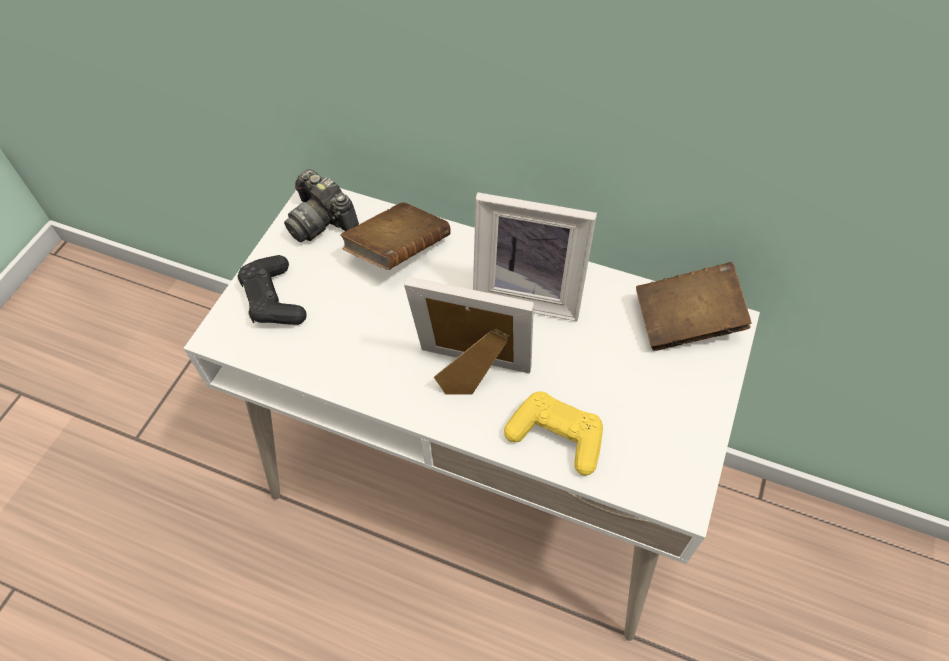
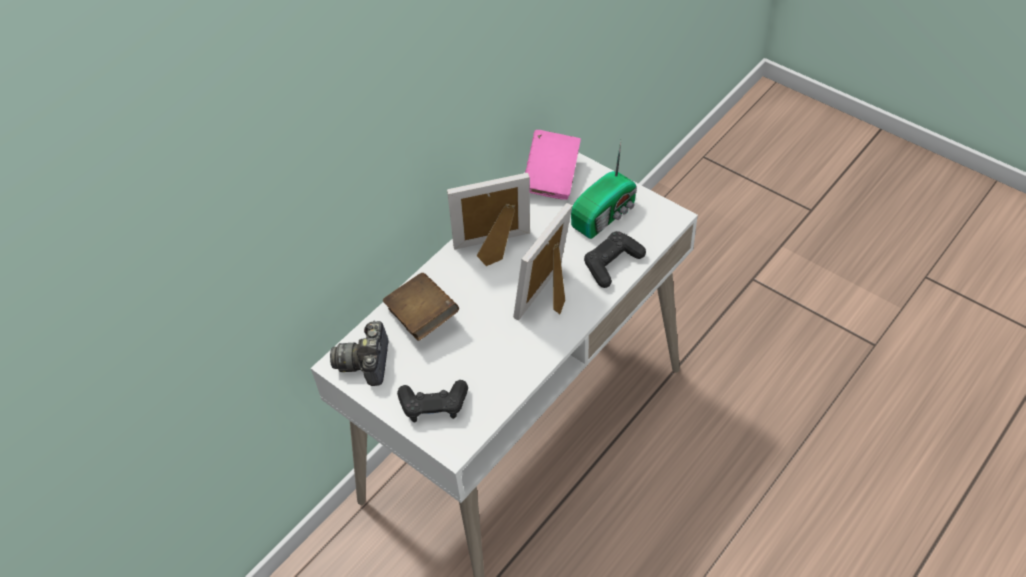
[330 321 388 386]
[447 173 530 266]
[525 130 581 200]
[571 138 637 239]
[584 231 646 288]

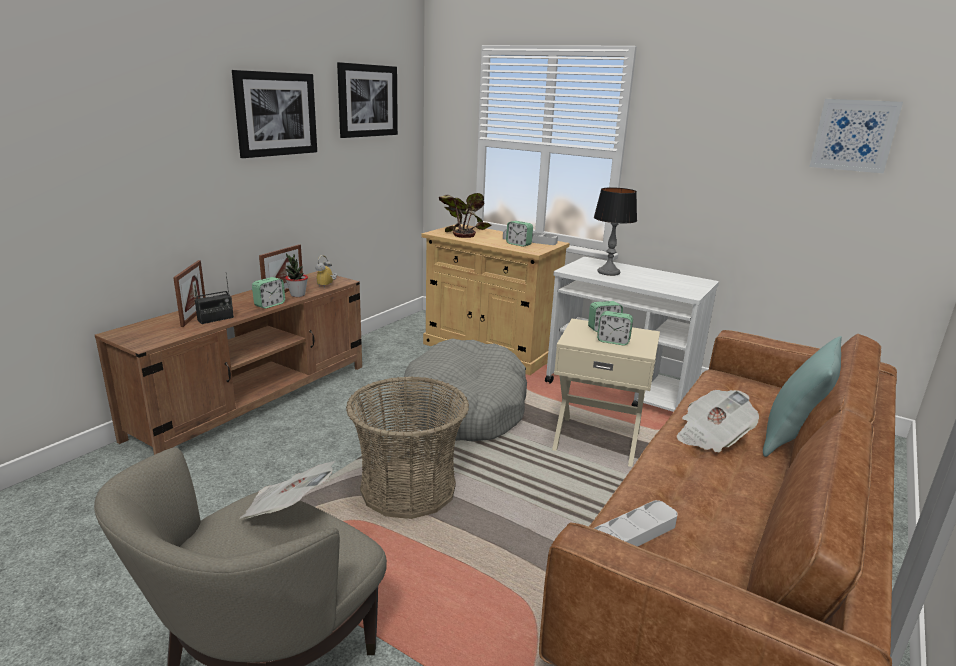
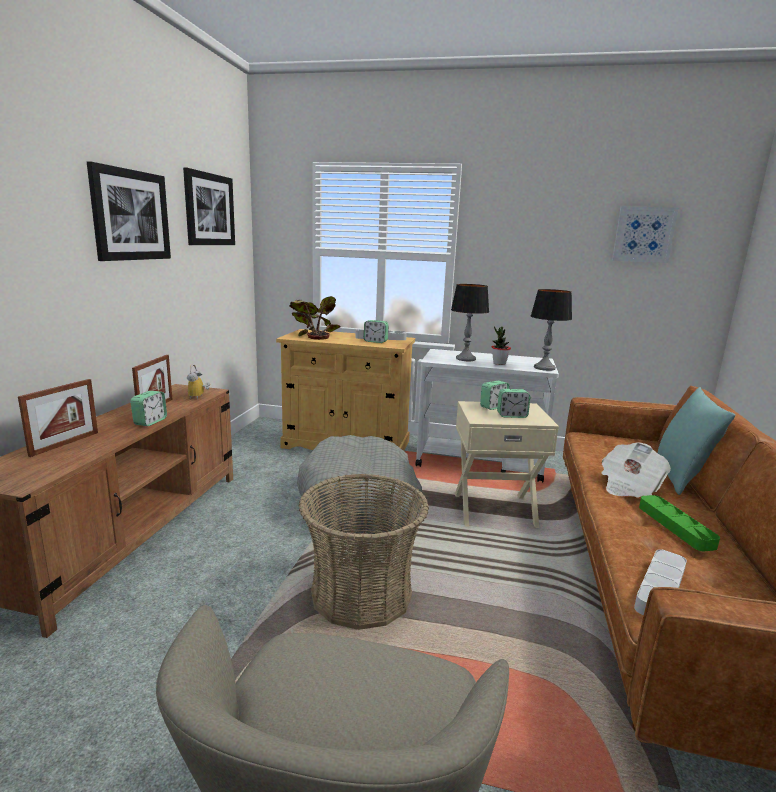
[18 379 98 457]
[492 326 511 365]
[531 289 572 371]
[639 495 720 551]
[195 275 234 324] (first image)
[239 461 335 519] (first image)

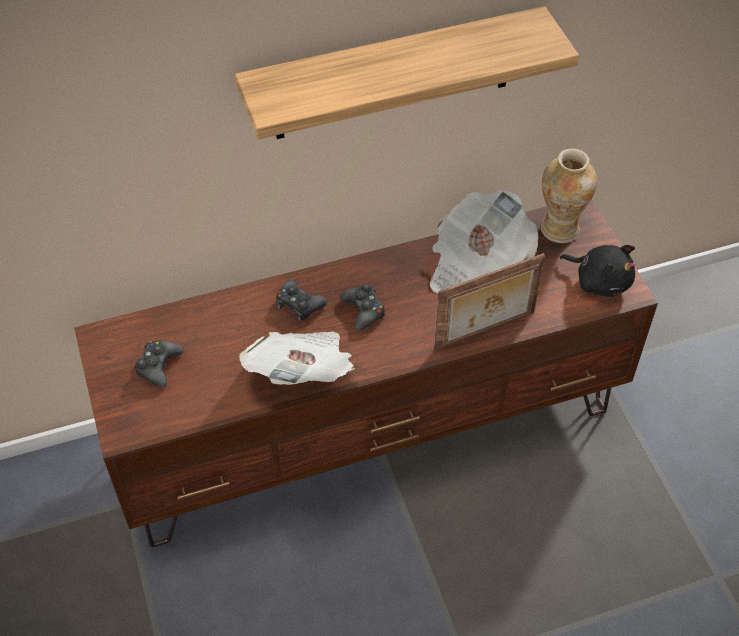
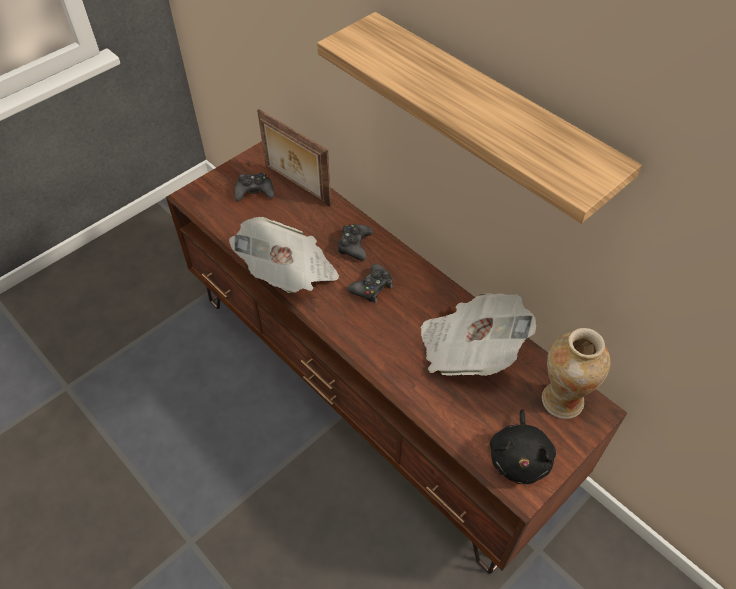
[257 109 331 207]

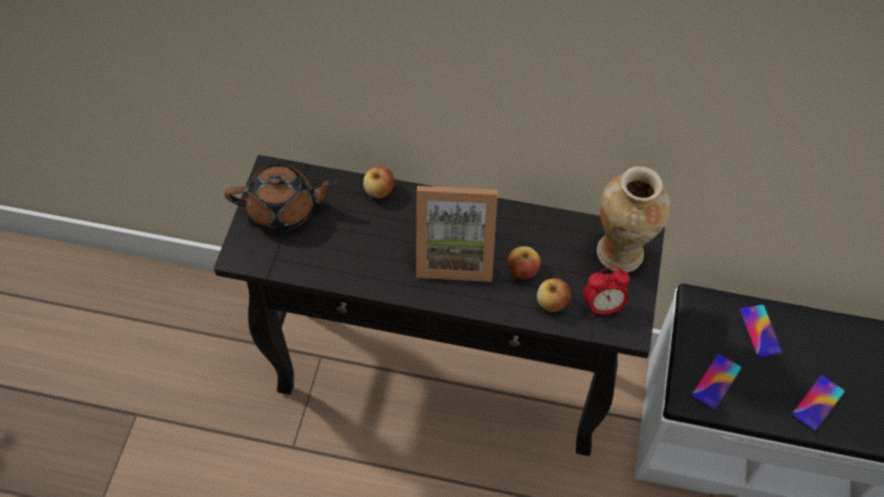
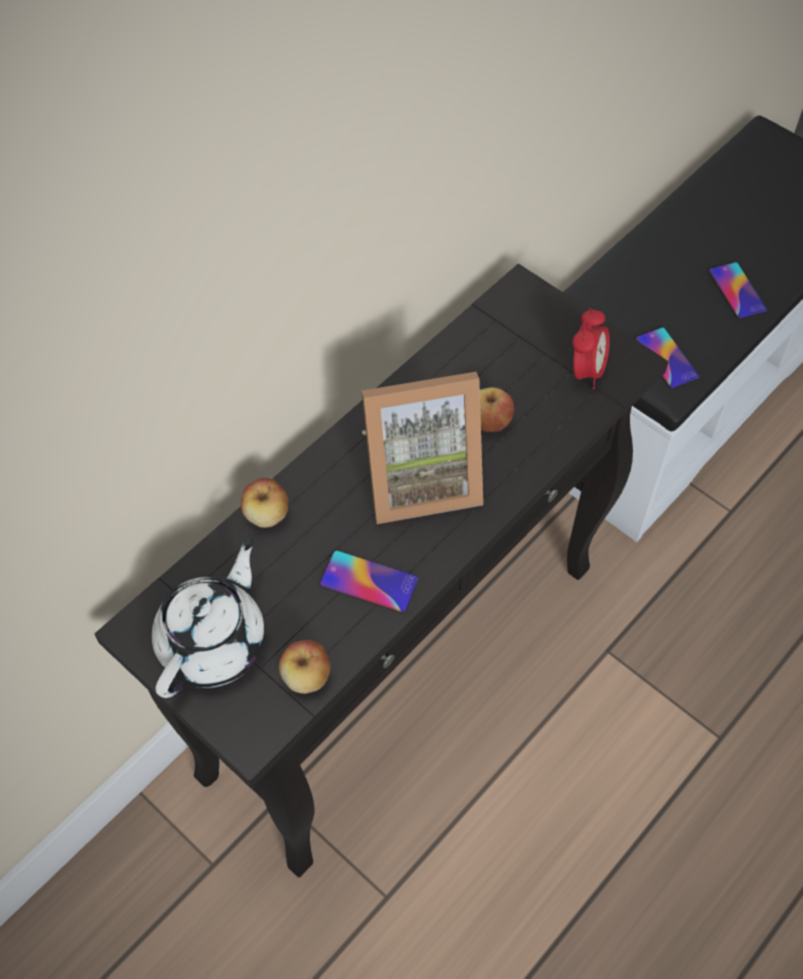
[152 537 265 698]
[279 640 331 694]
[319 550 419 613]
[362 372 483 524]
[597 166 671 273] (first image)

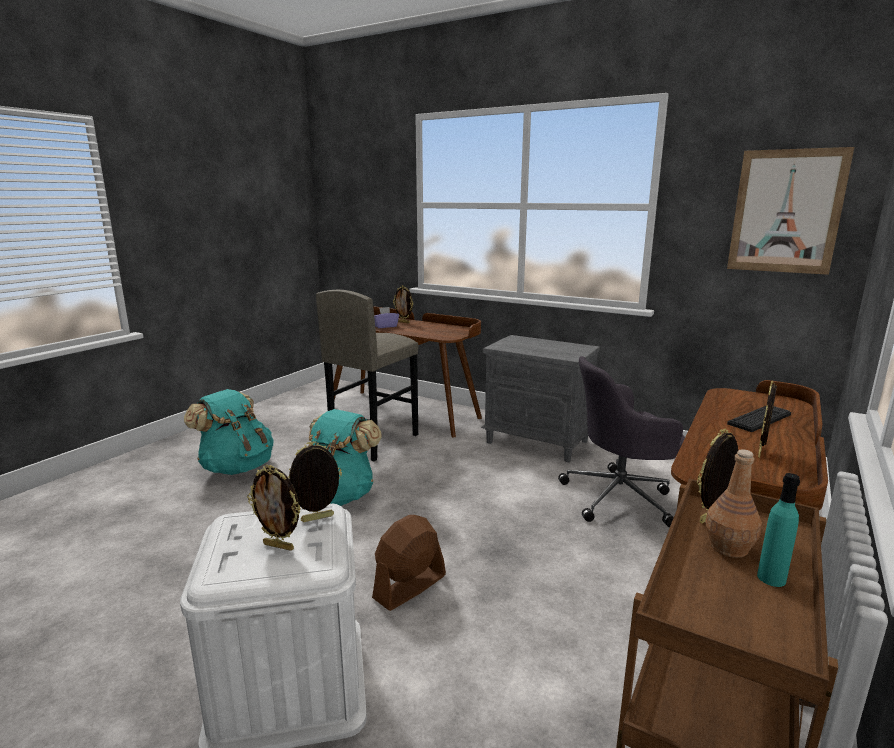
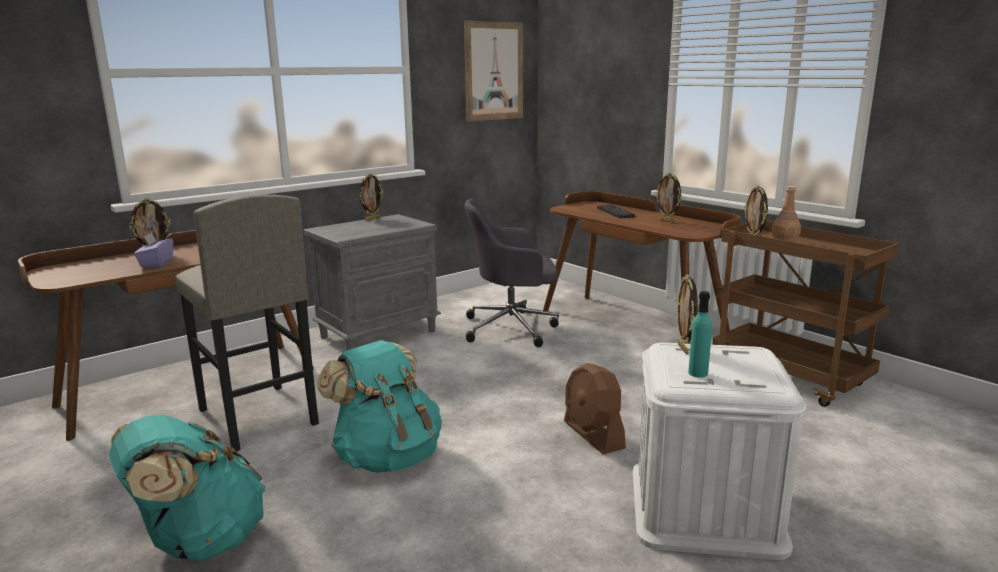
[360 173 383 221]
[464 199 559 347]
[688 291 712 378]

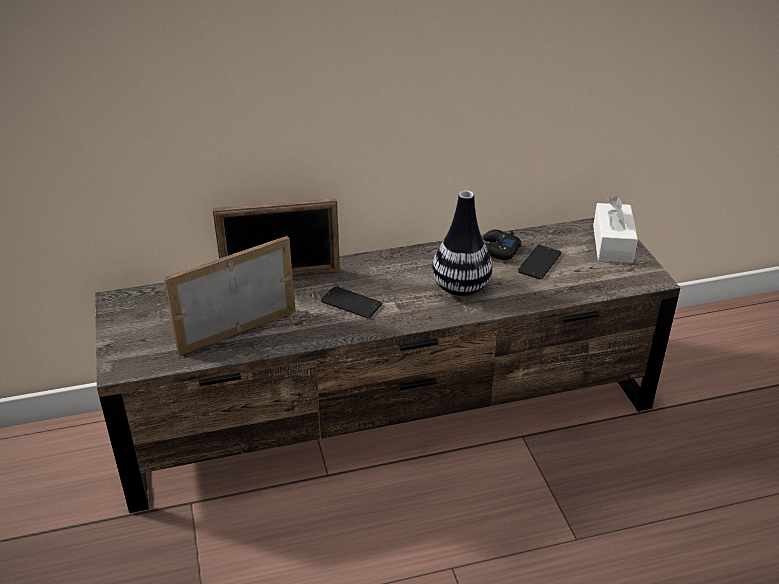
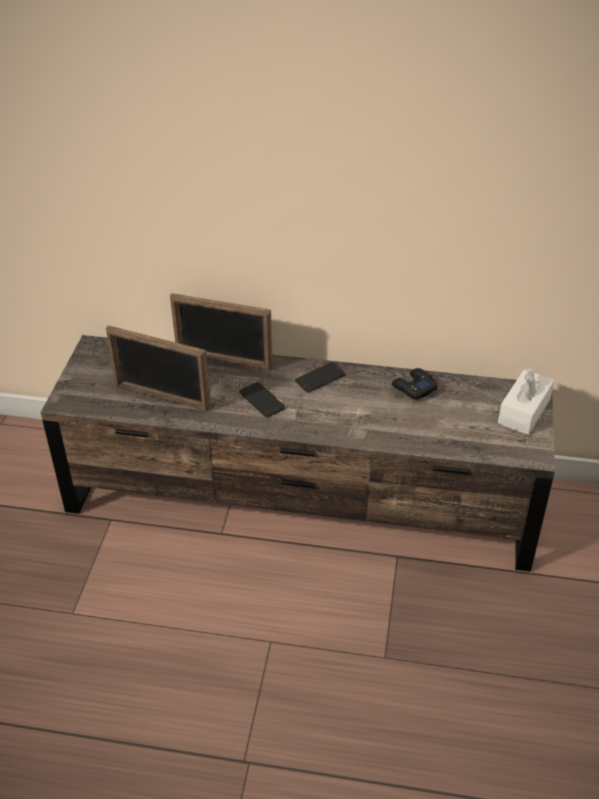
[106 325 211 412]
[295 362 346 393]
[432 190 492 296] (first image)

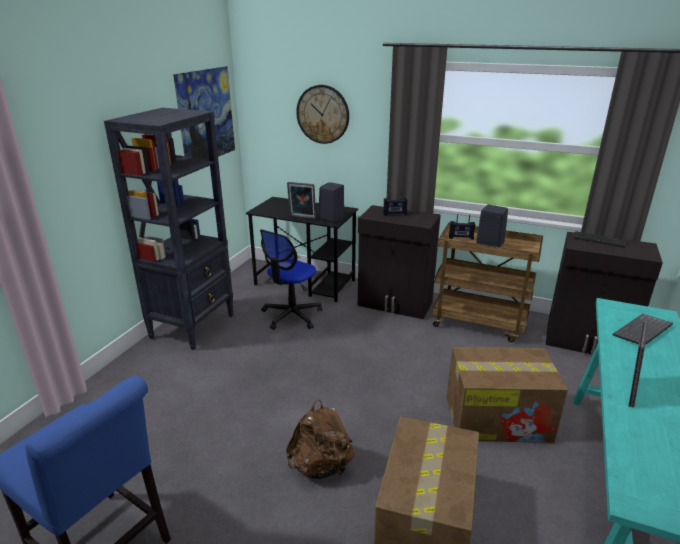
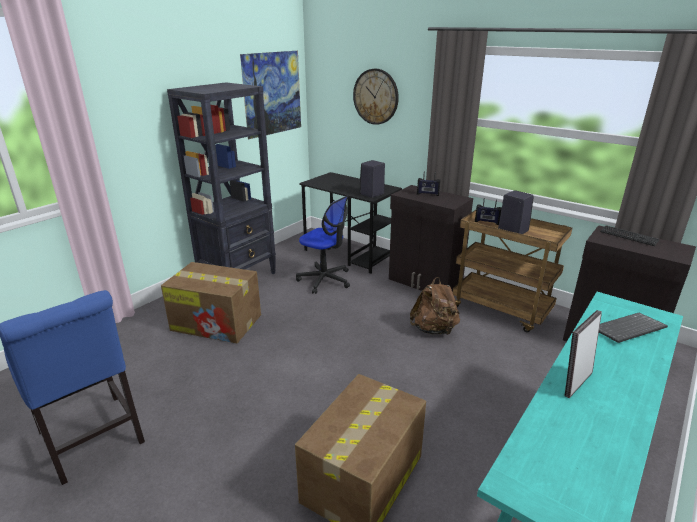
[161 262 261 343]
[296 195 350 294]
[410 277 460 335]
[287 182 316 219] (first image)

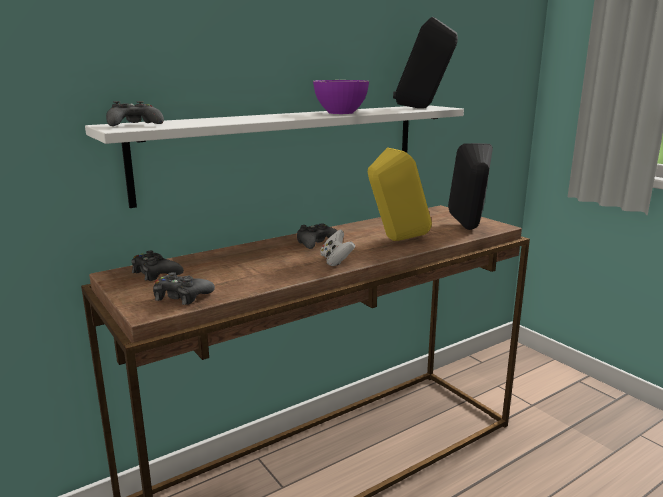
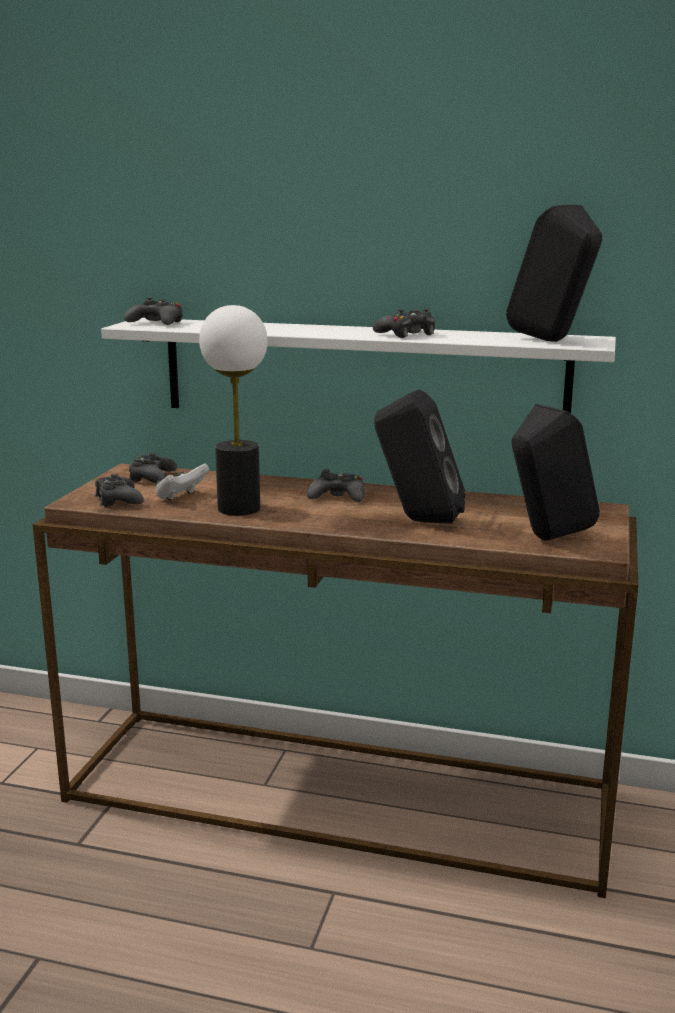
[155 463 210 501]
[199 305 268 516]
[373 309 435 338]
[374 390 465 524]

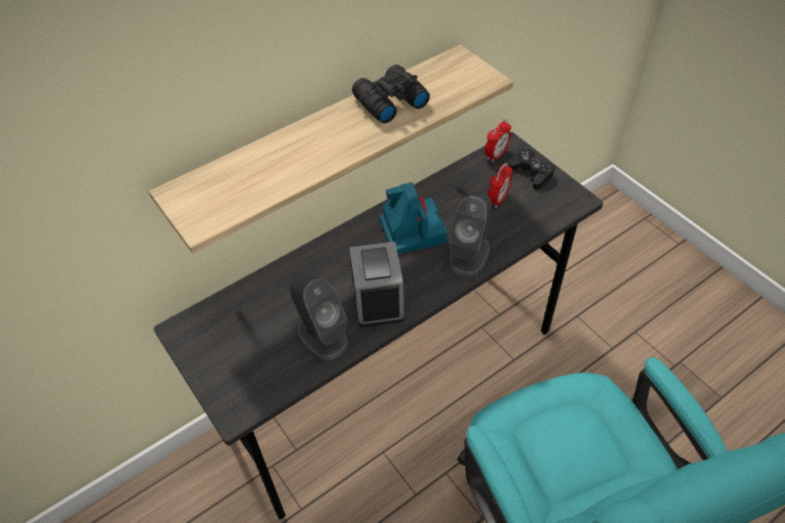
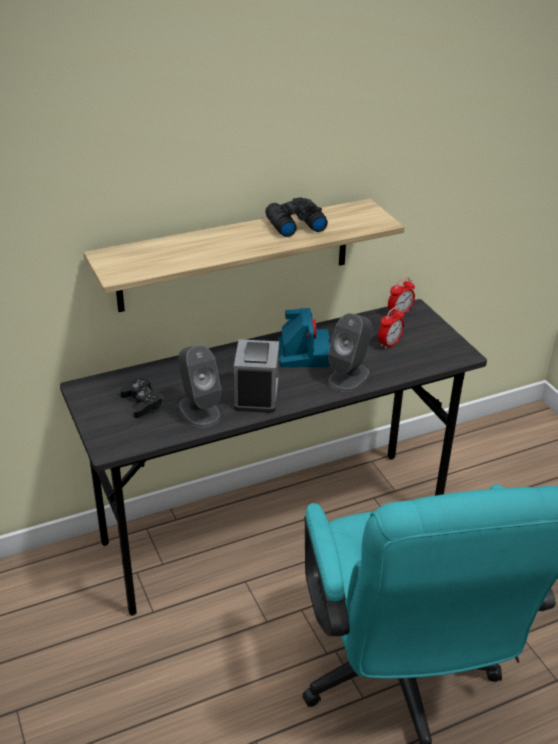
[121 378 164 418]

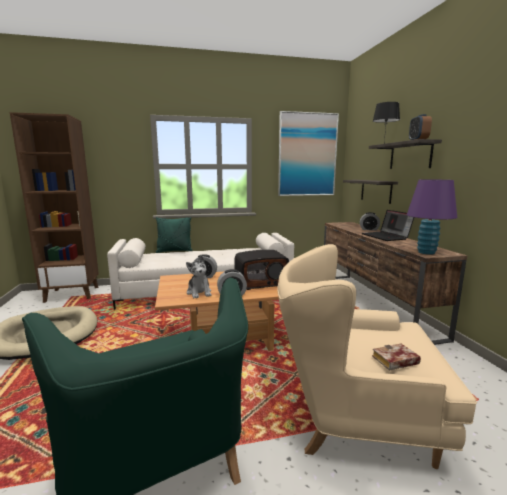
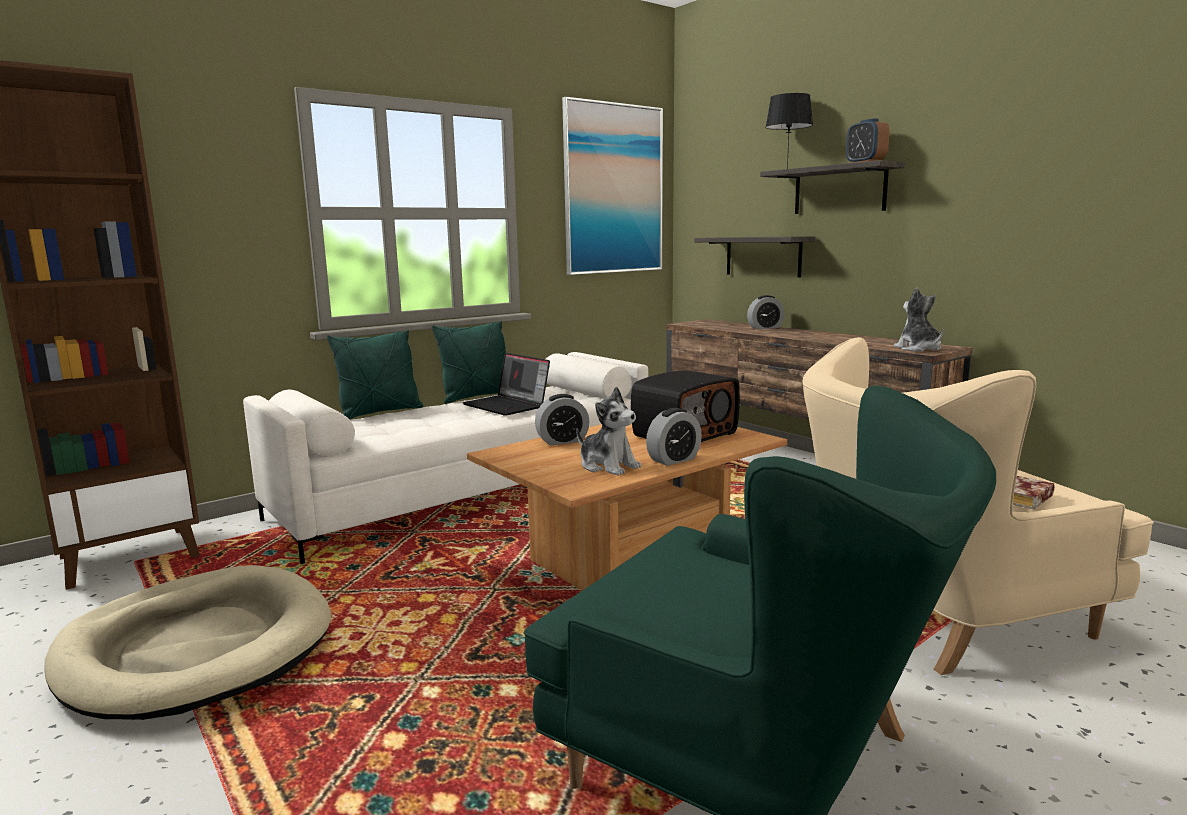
[432 321 506 404]
[463 353 550 416]
[894 287 943 352]

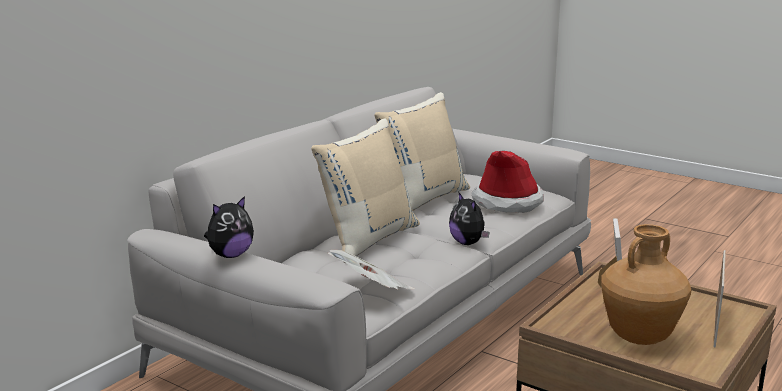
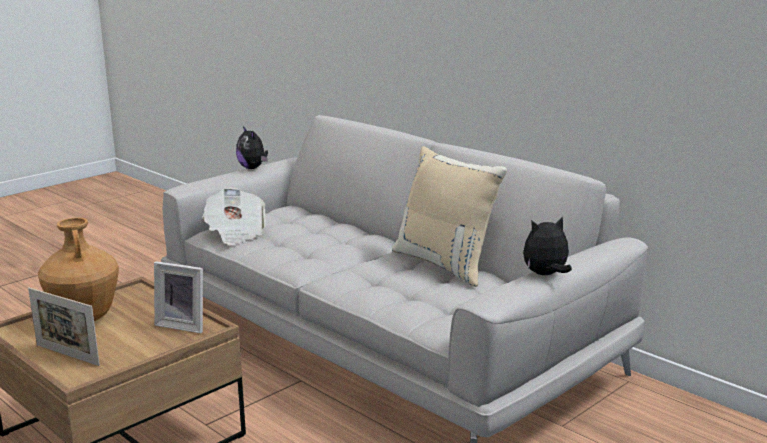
[523 216 572 275]
[311 118 420 263] (first image)
[471 151 544 213] (first image)

